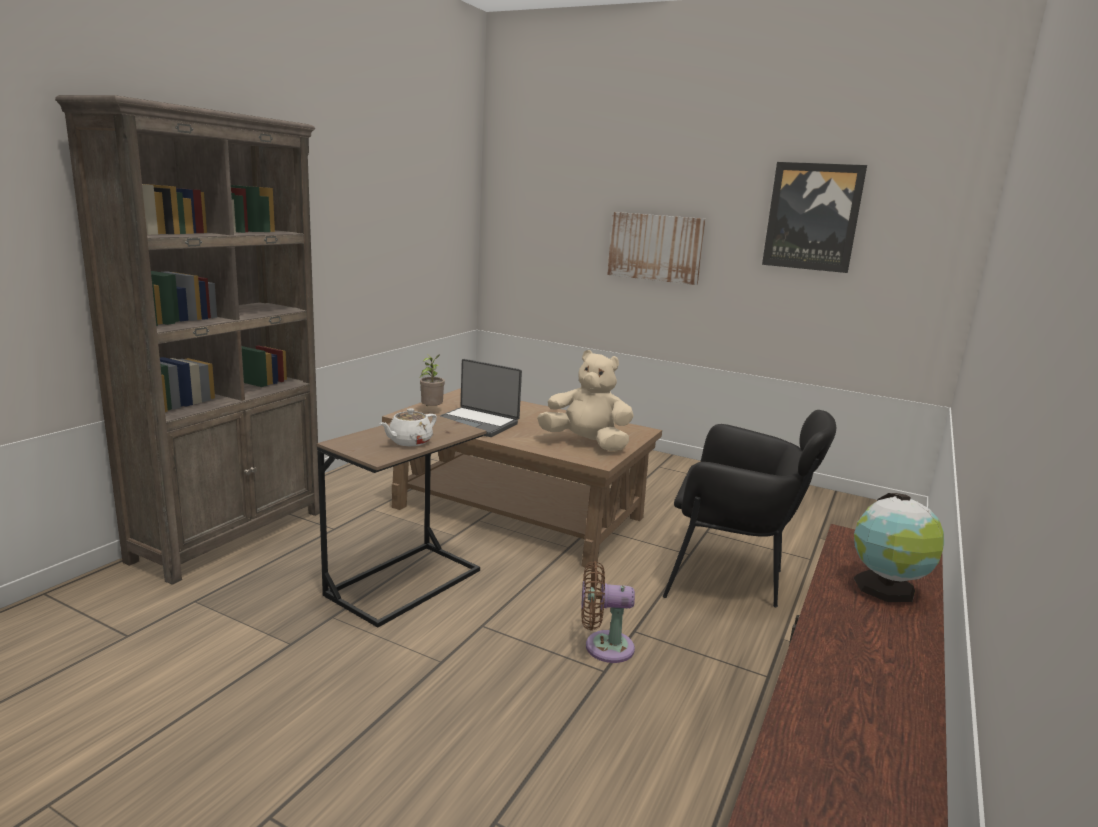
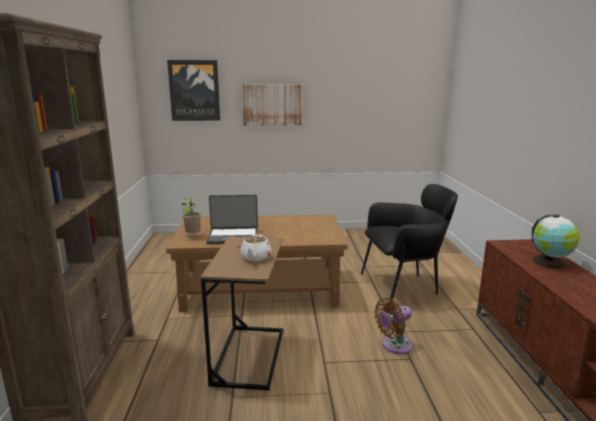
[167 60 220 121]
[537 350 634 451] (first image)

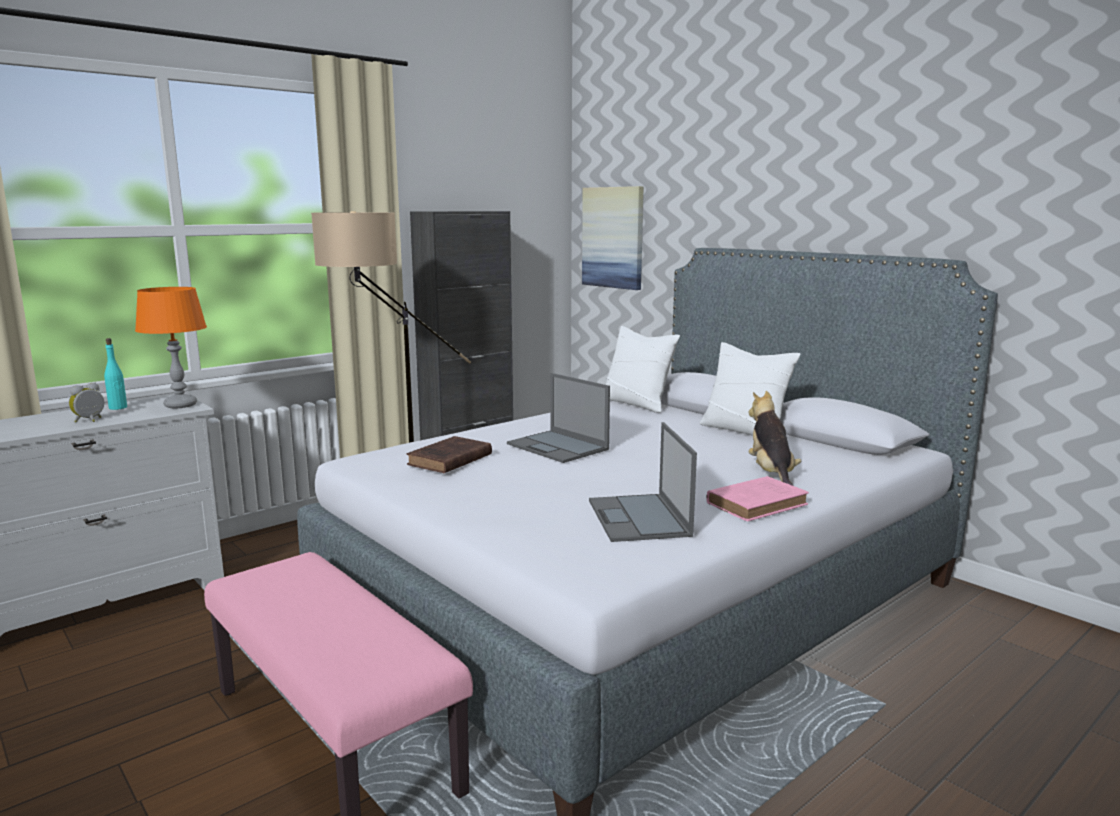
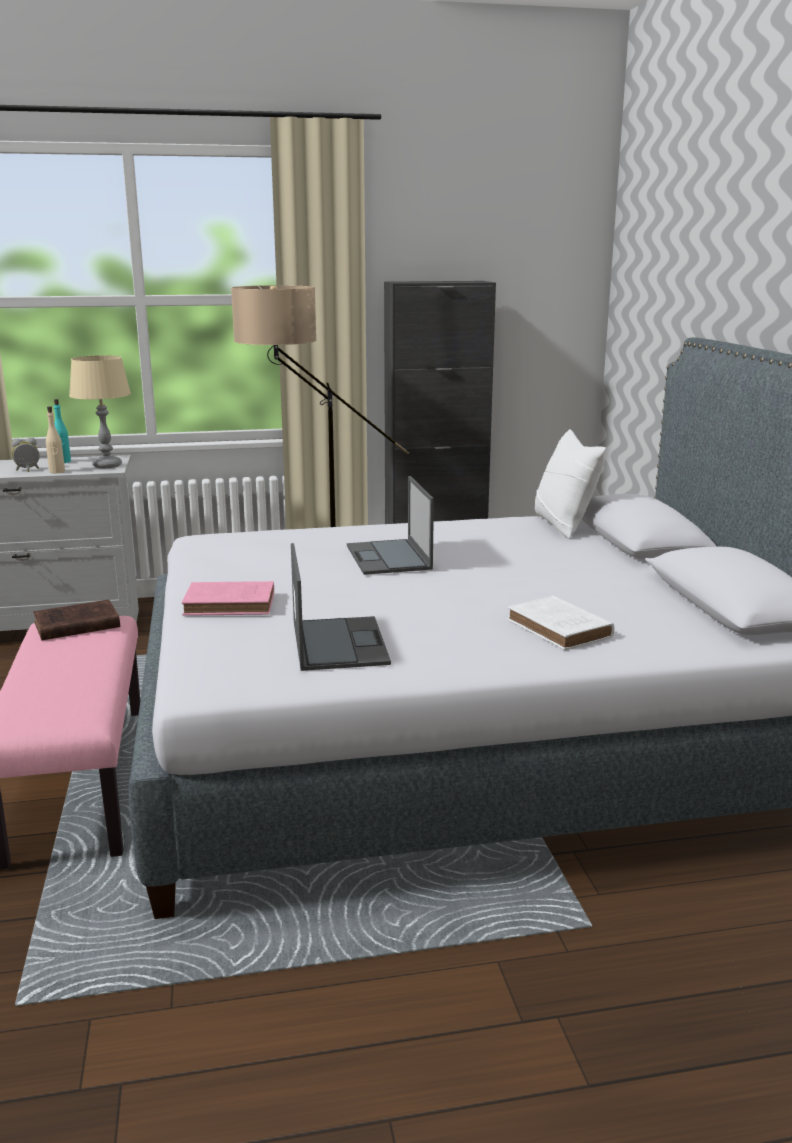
[33 600 120 641]
[46 406 65 473]
[69 355 131 468]
[182 581 274 616]
[291 543 391 671]
[507 596 615 650]
[582 186 644 290] (first image)
[700 342 800 436] (first image)

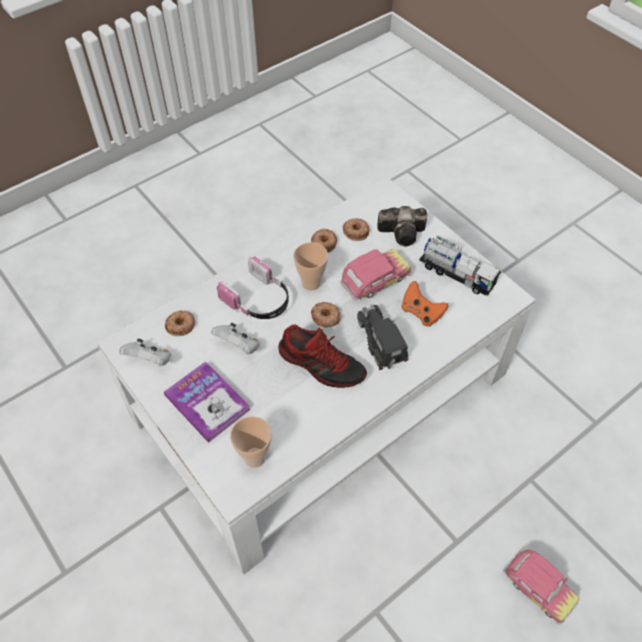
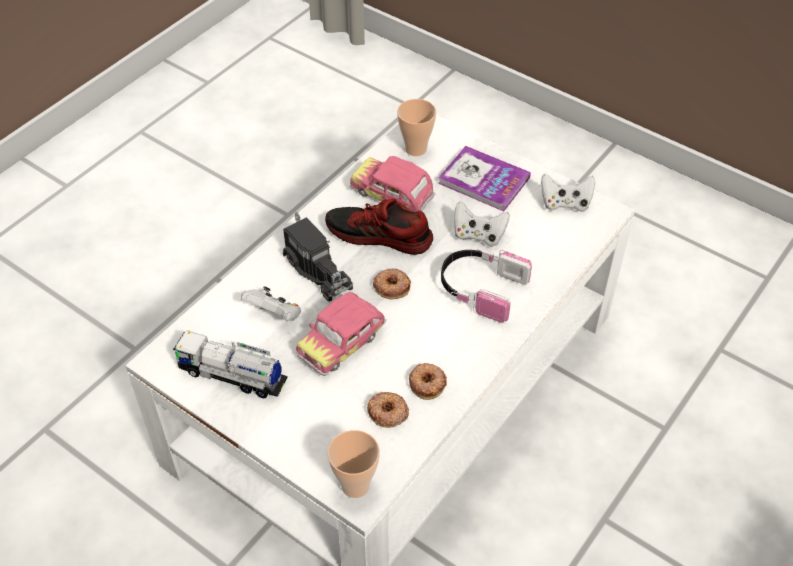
[241 287 301 321]
[328 430 380 498]
[350 156 435 212]
[165 311 195 336] (first image)
[377 206 427 246] (first image)

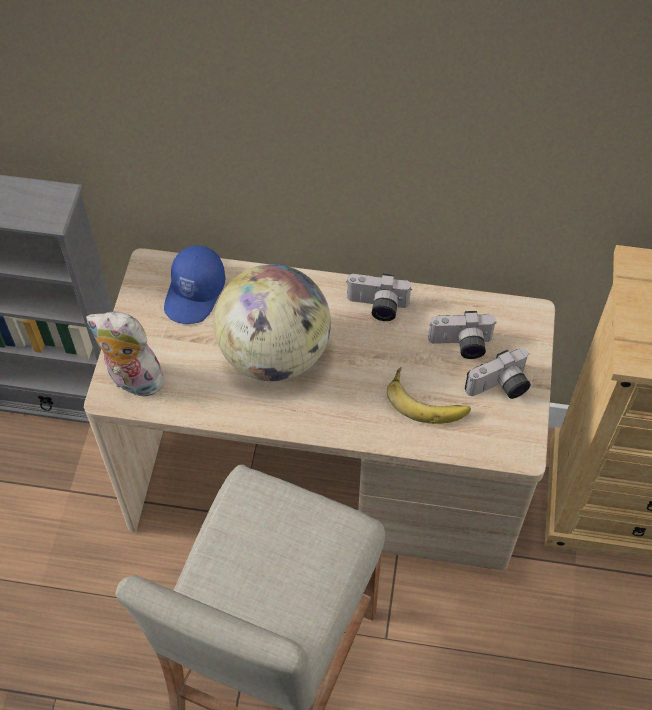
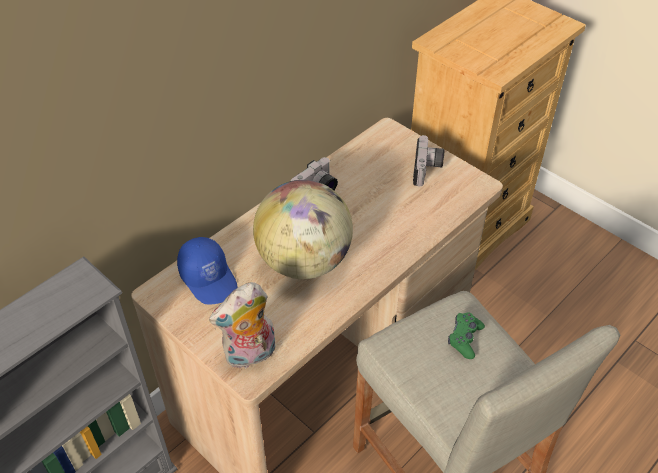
[448 312 485 359]
[387 367 471 424] (first image)
[428 311 497 359] (first image)

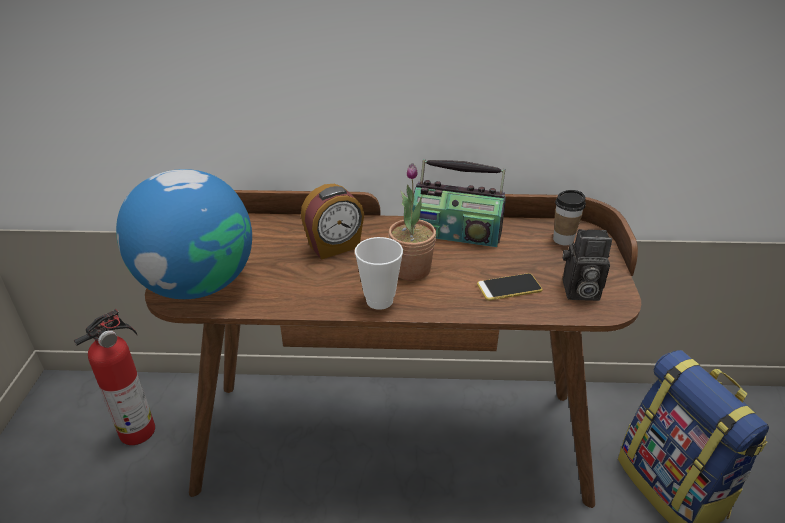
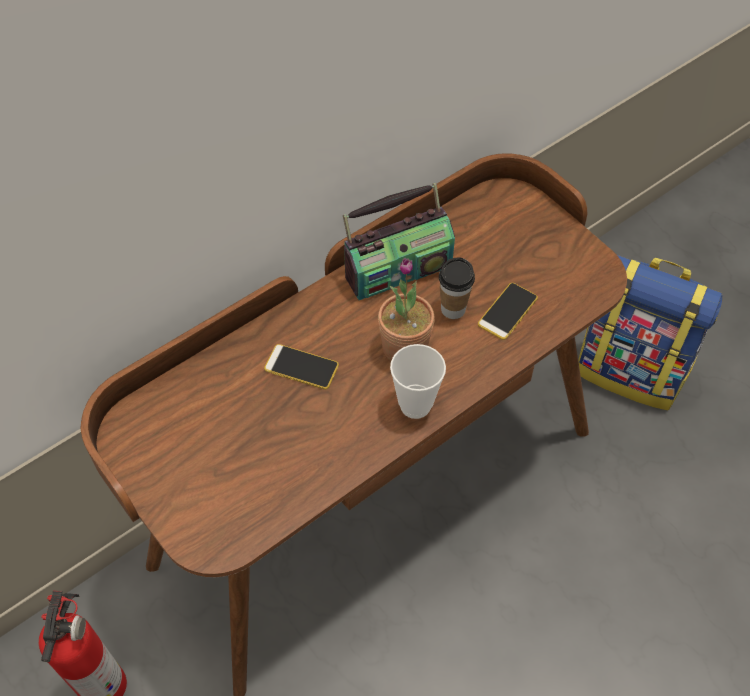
[264 344 339 390]
[439 258 475 319]
[116 169 252 299] (first image)
[563 229 612 301] (first image)

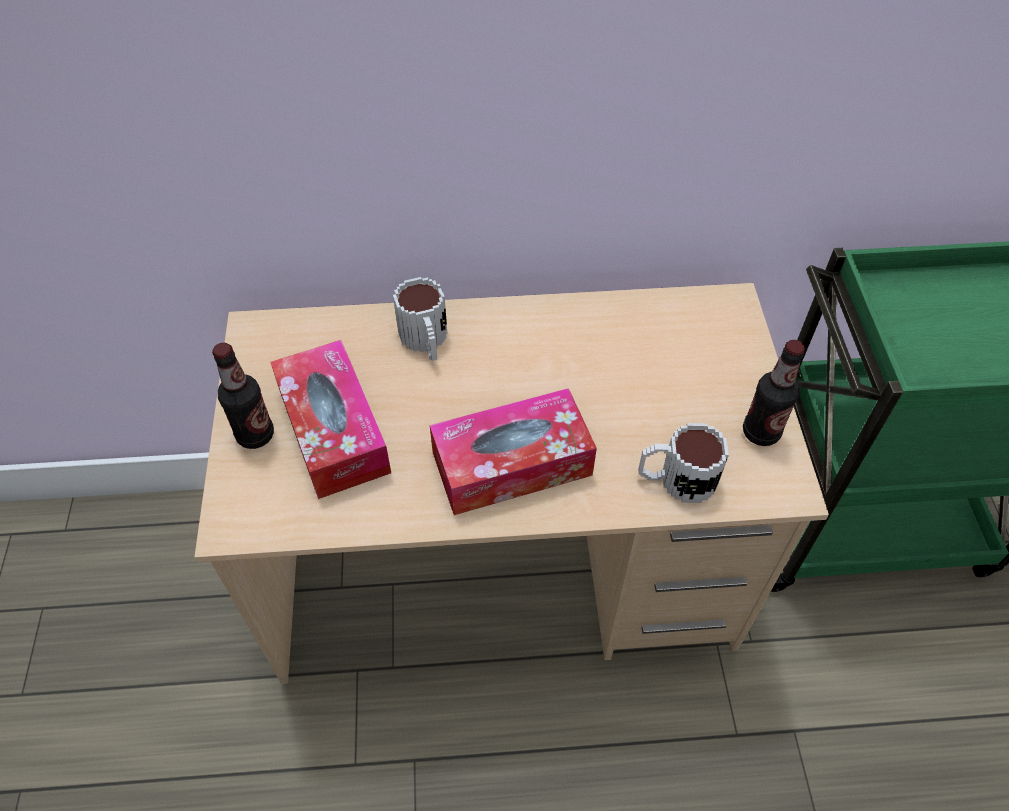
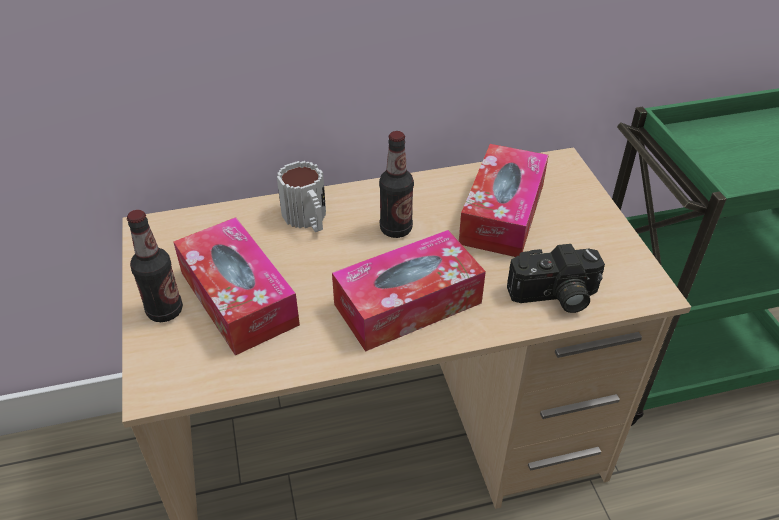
[379 131 414 238]
[459 144 549 257]
[507 244 605 313]

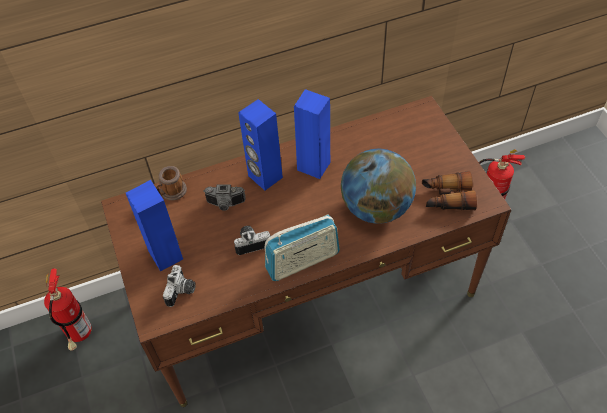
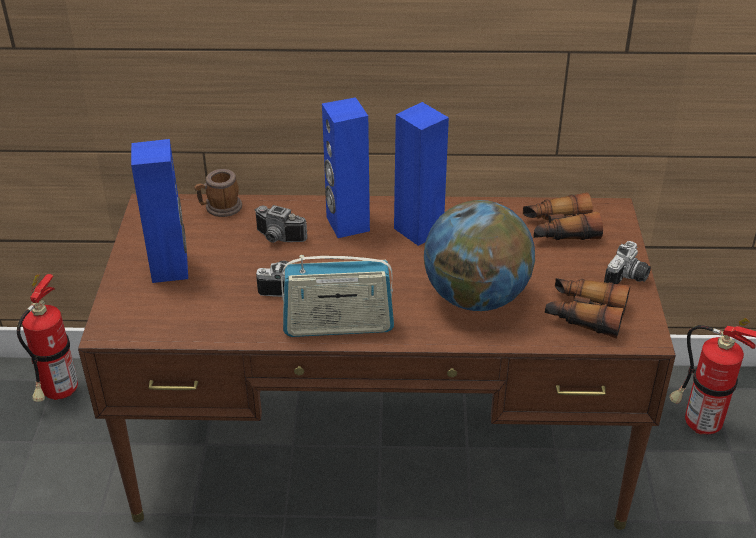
[523 192 603 240]
[604 241 651 284]

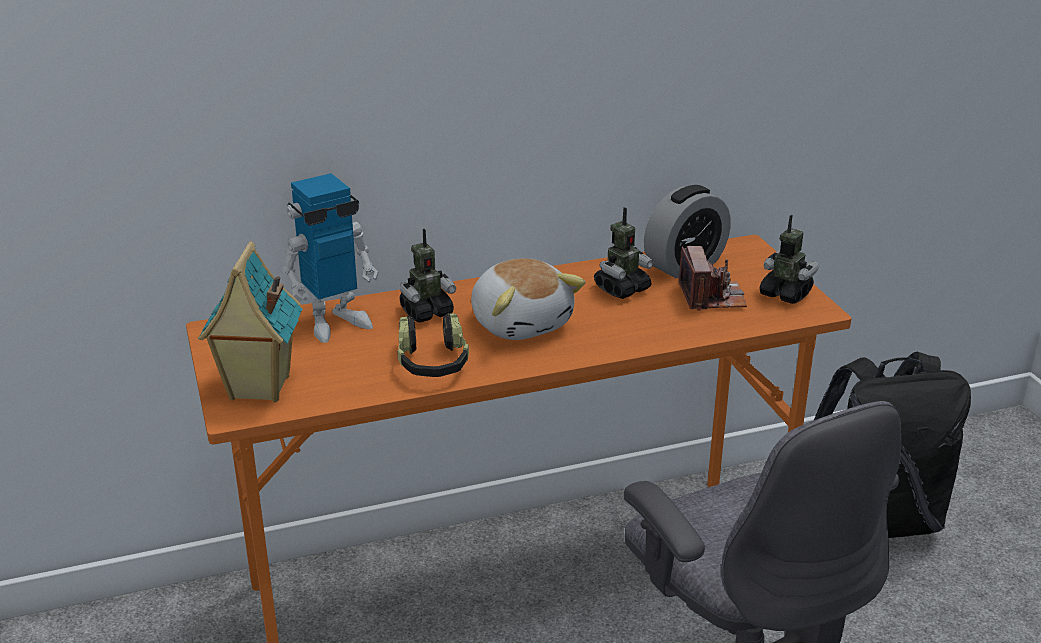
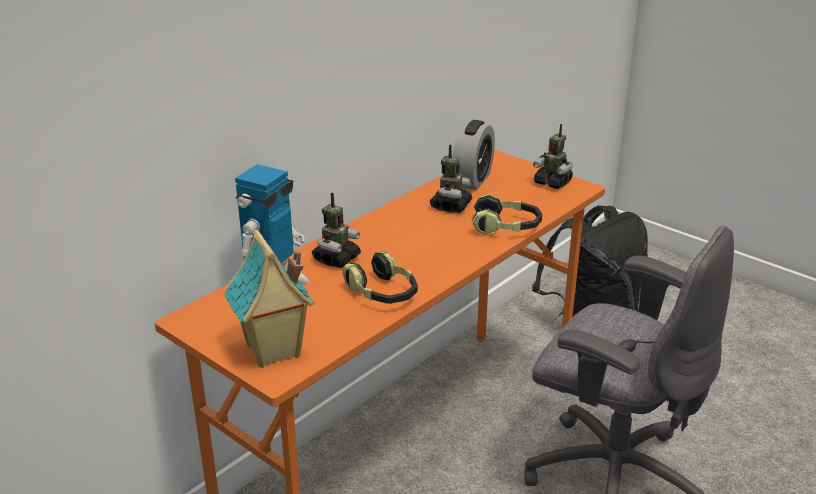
[472 194 542 235]
[533 124 573 189]
[471 258 585 340] (first image)
[679 246 747 311] (first image)

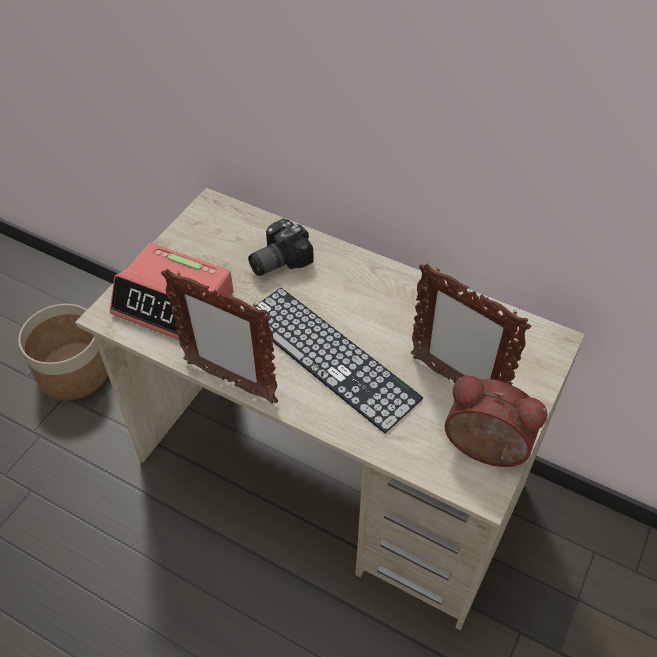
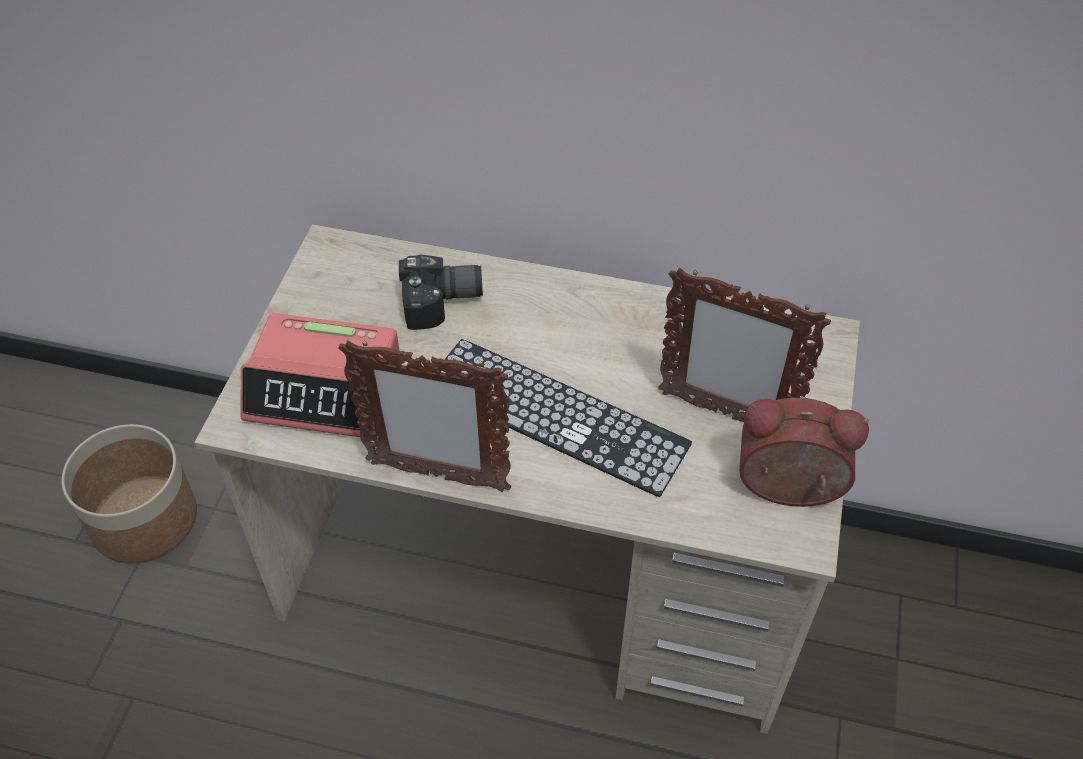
[399 255 483 330]

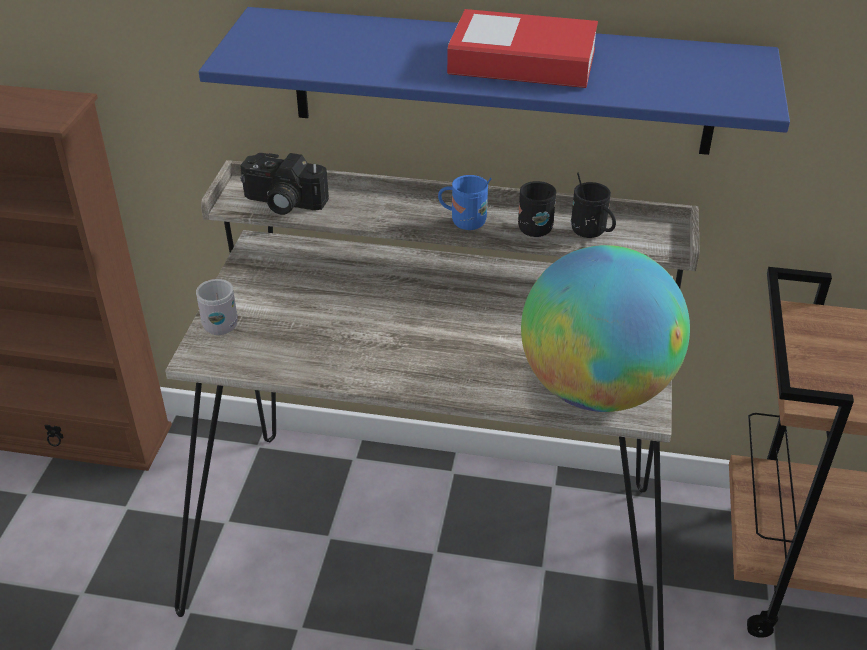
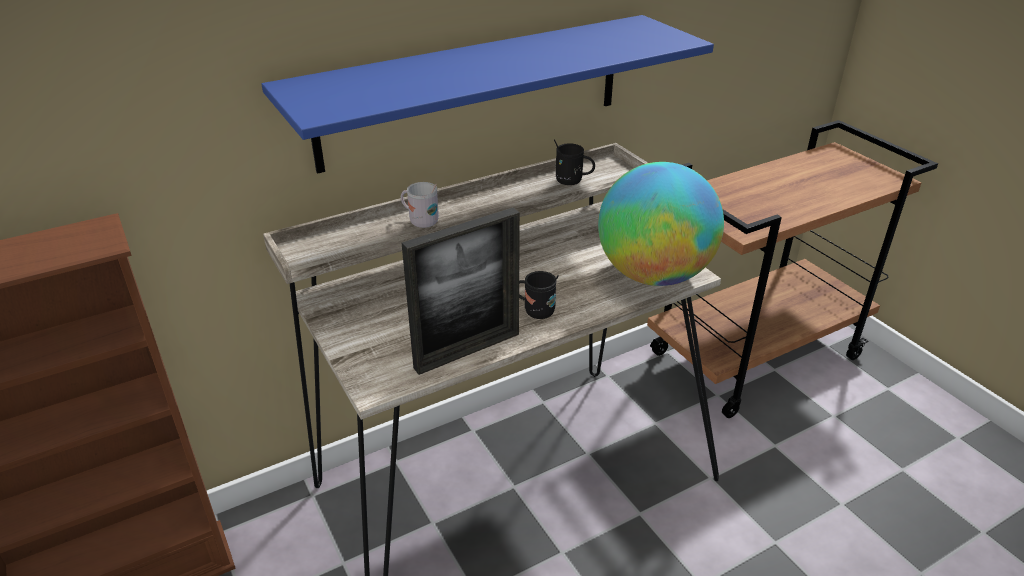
[401 182 439 228]
[402 207 520 375]
[519 271 559 319]
[240 153 329 215] (first image)
[438 175 492 230] (first image)
[447 9 598 88] (first image)

